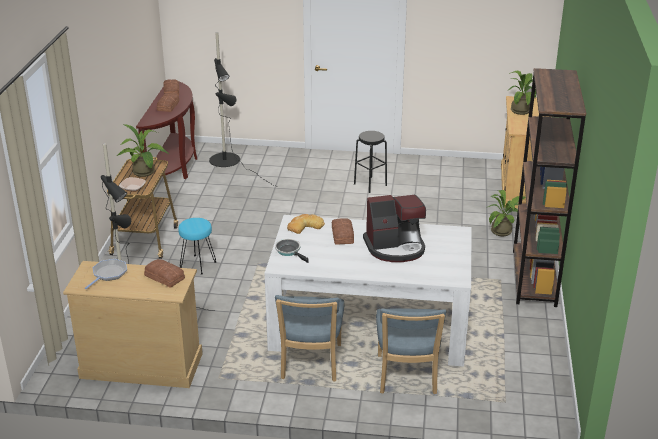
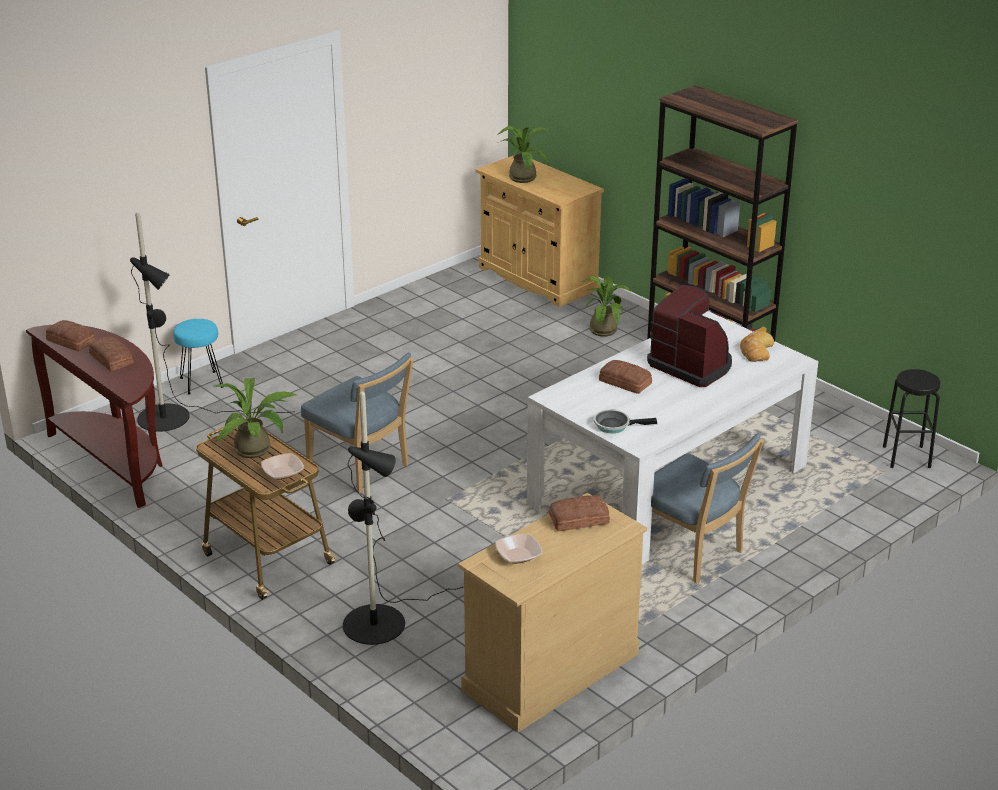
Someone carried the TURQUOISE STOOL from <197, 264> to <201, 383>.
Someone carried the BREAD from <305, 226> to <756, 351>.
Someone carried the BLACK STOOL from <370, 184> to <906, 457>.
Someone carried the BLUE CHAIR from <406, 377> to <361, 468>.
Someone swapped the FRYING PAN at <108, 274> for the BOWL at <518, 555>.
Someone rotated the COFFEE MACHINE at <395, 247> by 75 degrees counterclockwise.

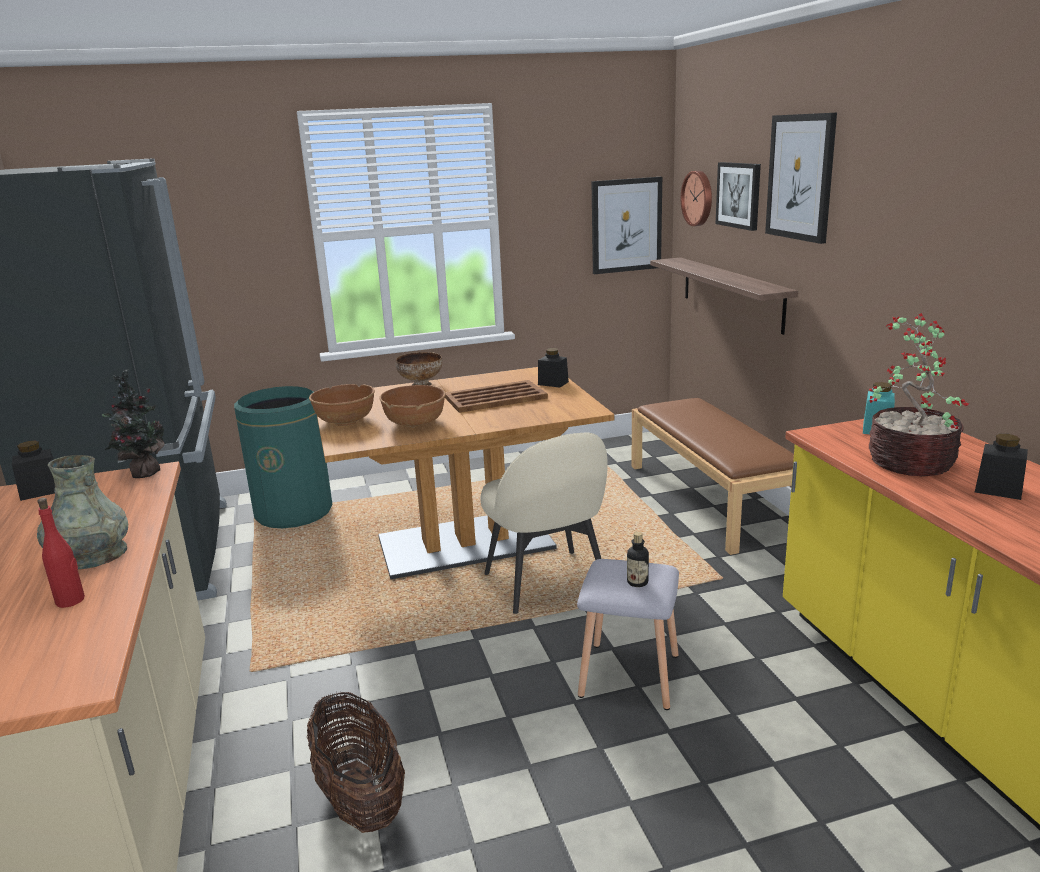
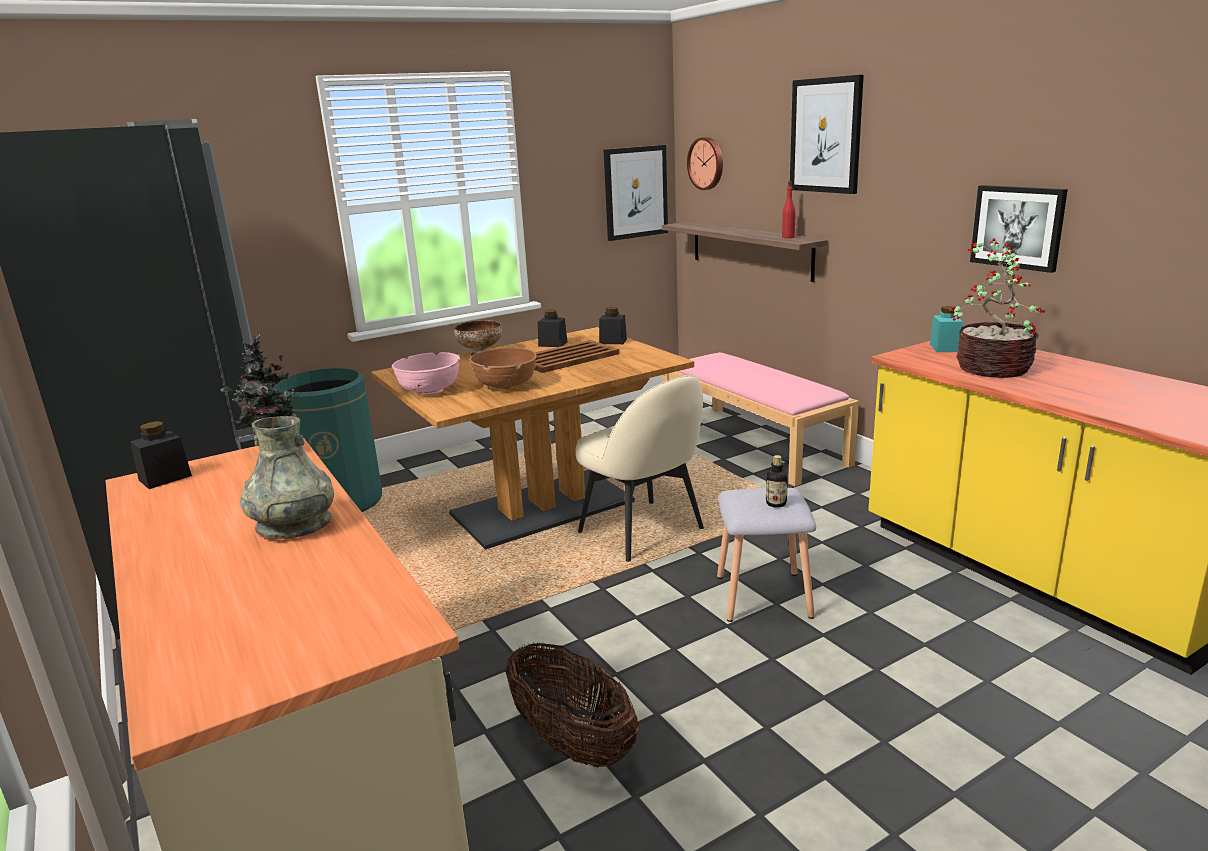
Someone carried the RED BOTTLE from <70, 600> to <788, 237>.
Someone carried the PICTURE from <739, 195> to <1018, 227>.
Someone carried the BLACK JAR from <998, 490> to <553, 344>.
Someone repainted the BROWN BOWL at <345, 421>, which became the PINK BOWL at <429, 390>.
Someone repainted the BROWN BENCH at <712, 499>, which became the PINK BENCH at <753, 443>.

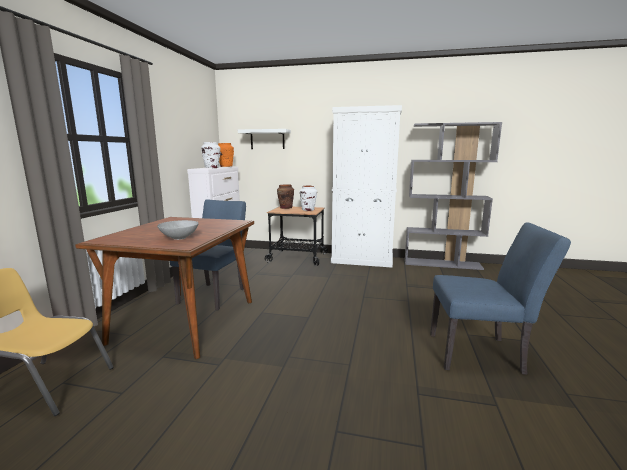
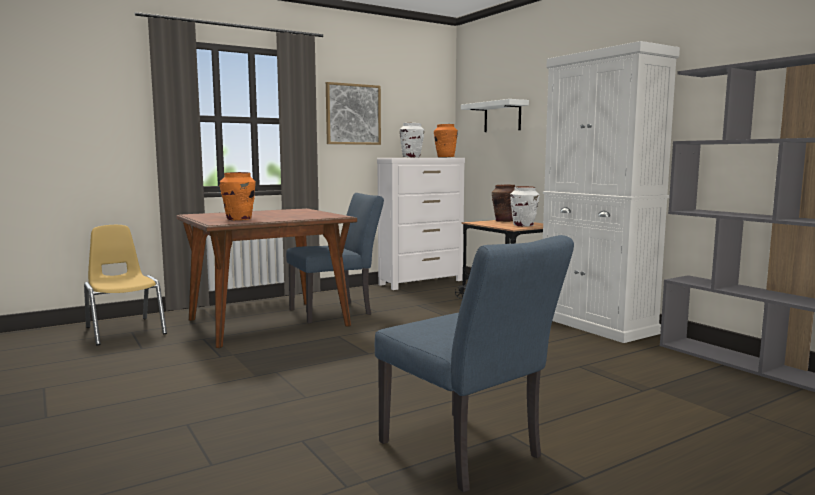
Someone put up the PICTURE at <353, 114>.
Someone swapped the GREY BOWL at <179, 238> for the ORANGE VASE at <239, 219>.

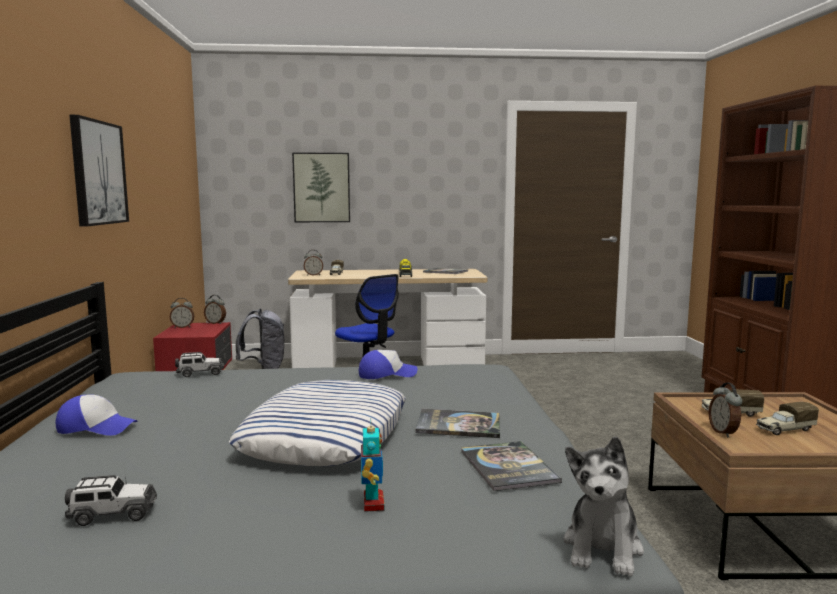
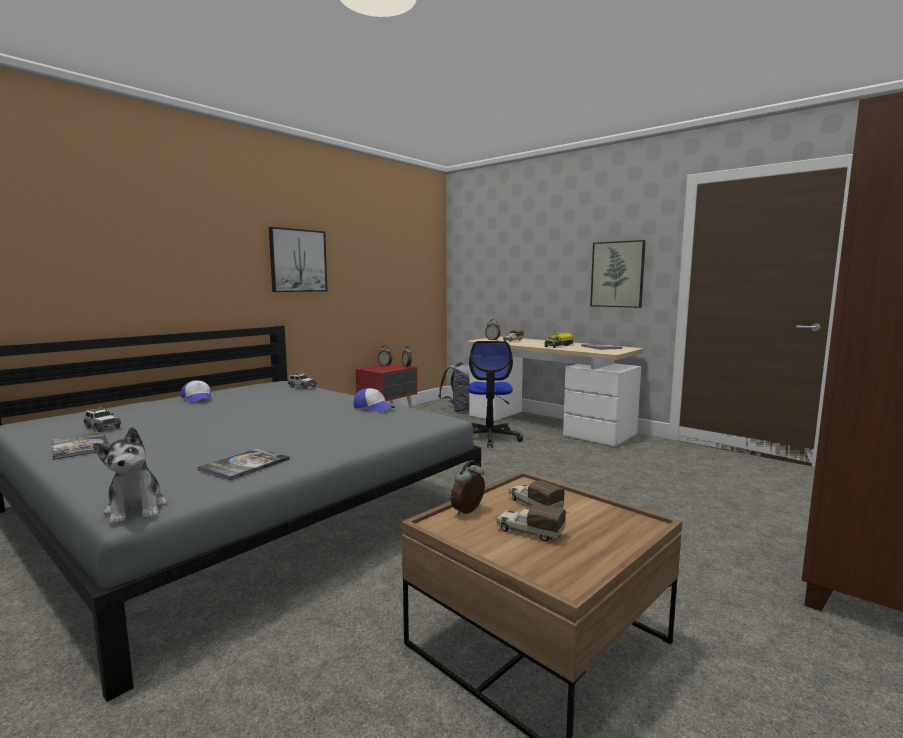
Someone took away the PILLOW at <325, 434>.
Someone took away the TOY ROBOT at <372, 504>.
Someone carried the PICTURE from <321, 187> to <617, 274>.
Someone carried the BOOK from <458, 425> to <80, 446>.
Someone rotated the PLUSH TOY at <603, 548> by 90 degrees counterclockwise.

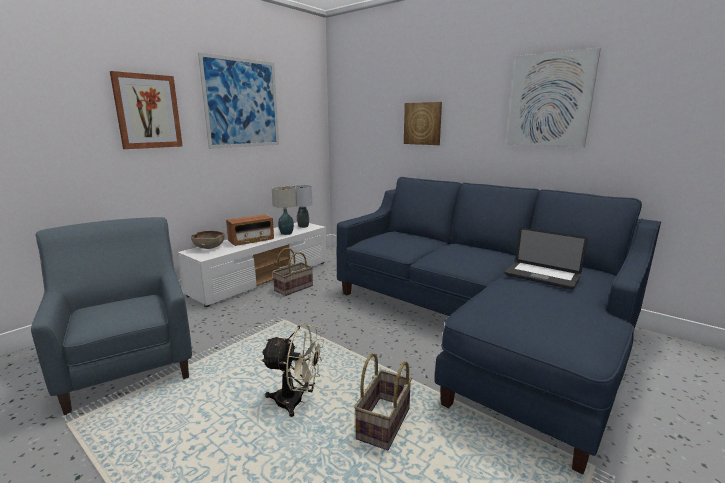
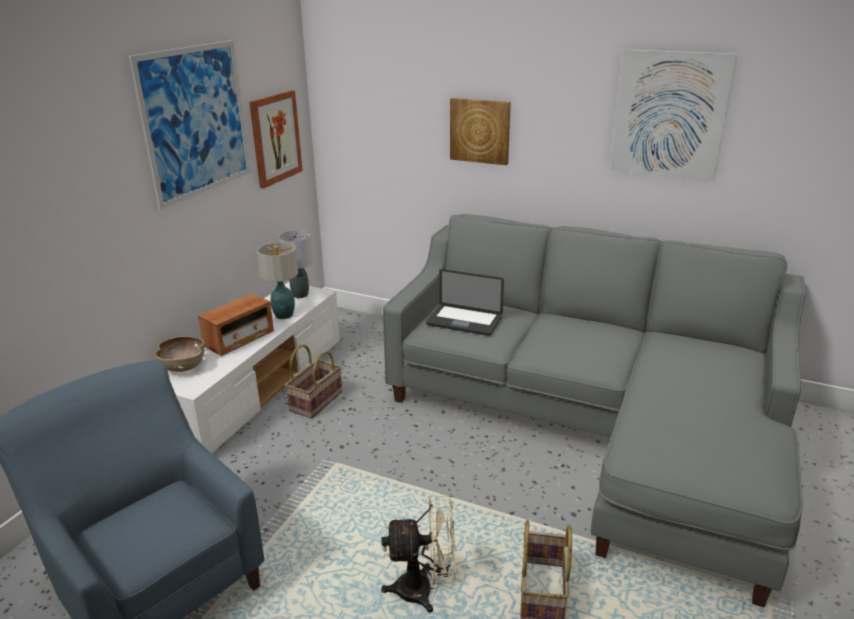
Someone carried the PICTURE from <148, 111> to <275, 138>.
Someone carried the LAPTOP from <541, 276> to <464, 321>.
Someone repainted the BLUE SOFA at <480, 325>, which became the GREY SOFA at <596, 424>.

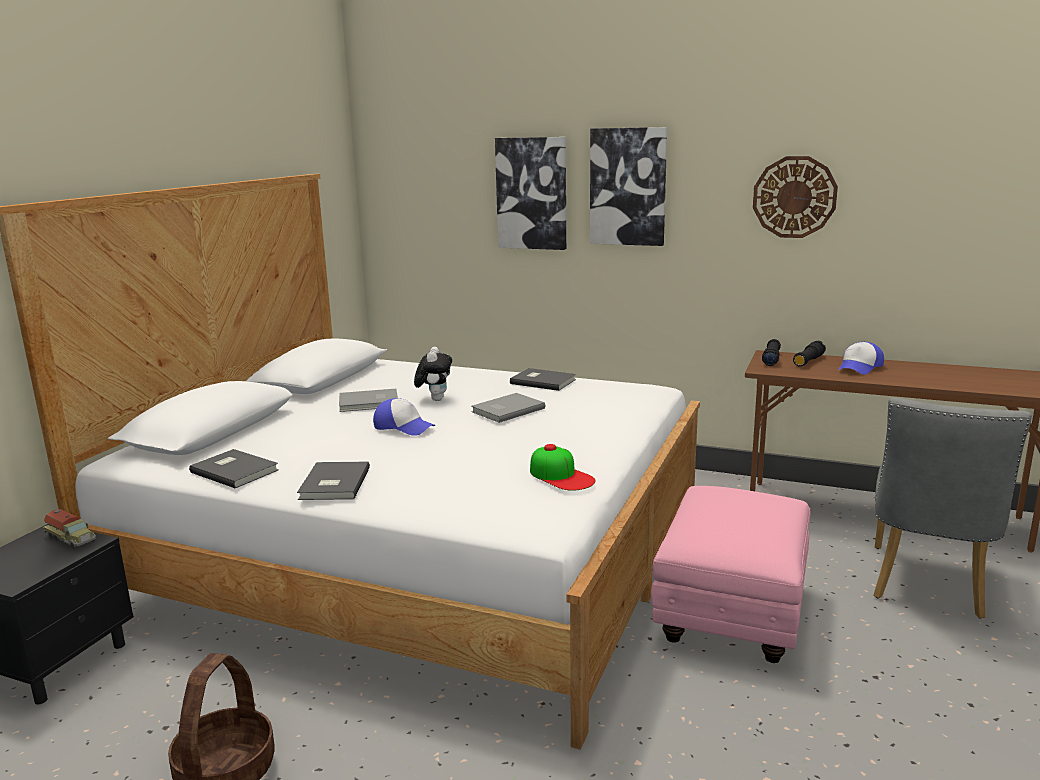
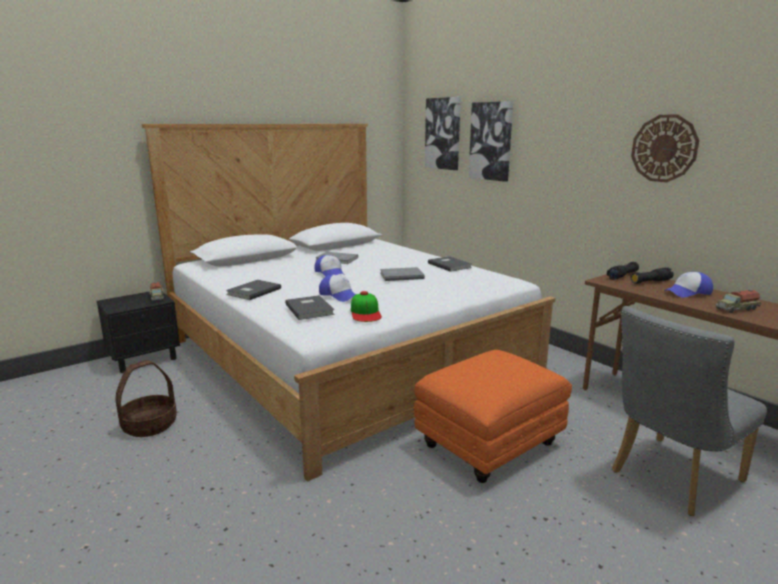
Someone took away the PLUSH TOY at <435, 399>.
Someone put down the CAP at <339, 295>.
Someone put down the TOY TRUCK at <736, 309>.
Someone carried the GREY BOOK from <235, 470> to <310, 309>.
Someone carried the PICTURE from <628, 187> to <443, 133>.
Someone repainted the PINK OTTOMAN at <731, 613>, which became the ORANGE OTTOMAN at <490, 444>.

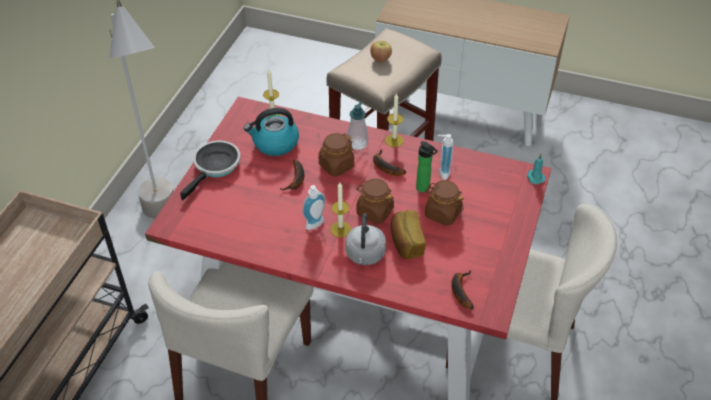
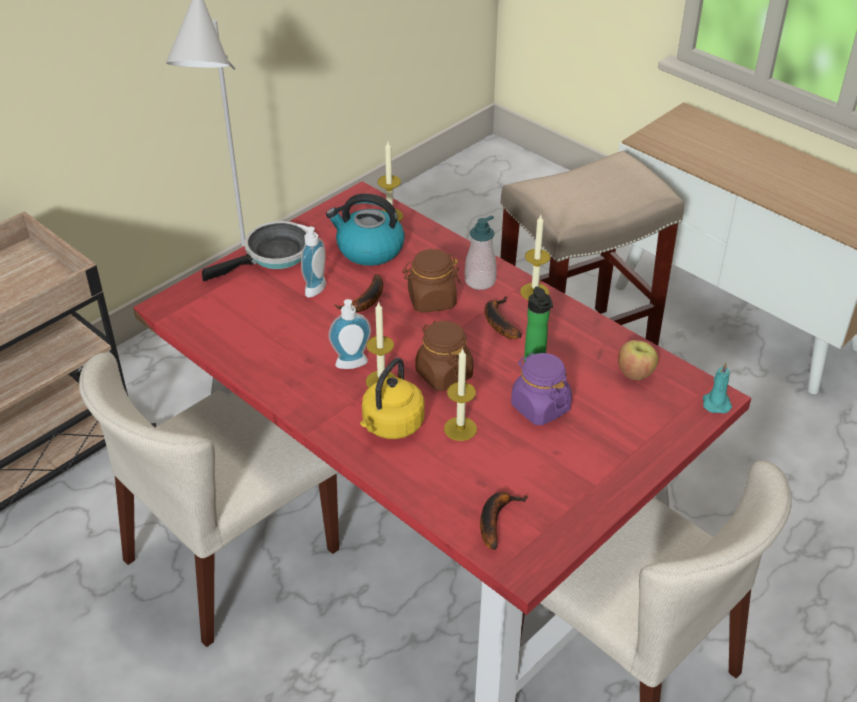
Someone carried the APPLE from <381, 59> to <635, 373>.
Someone carried the SOAP DISPENSER from <442, 172> to <312, 288>.
Someone swapped the BREAD at <406, 243> for the CANDLE at <460, 429>.
Someone repainted the GREY KETTLE at <365, 255>, which became the YELLOW KETTLE at <391, 426>.
Someone repainted the BROWN JAR at <442, 213>, which became the PURPLE JAR at <540, 407>.

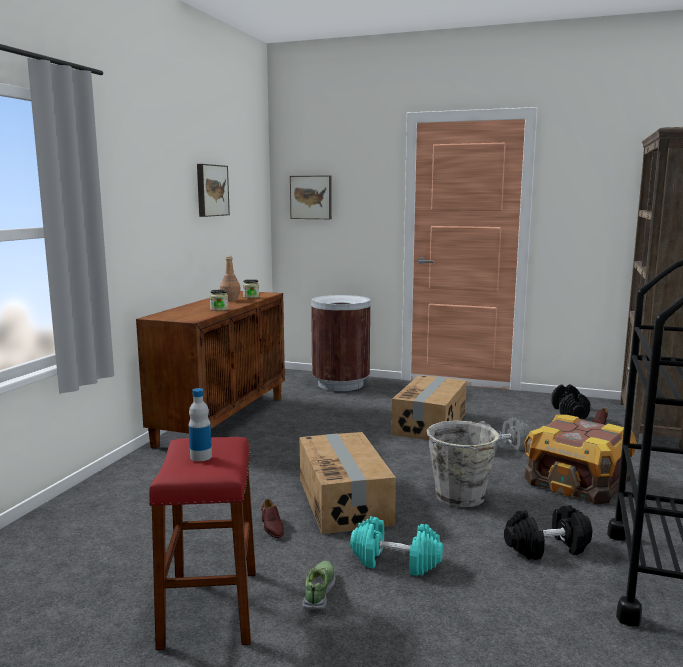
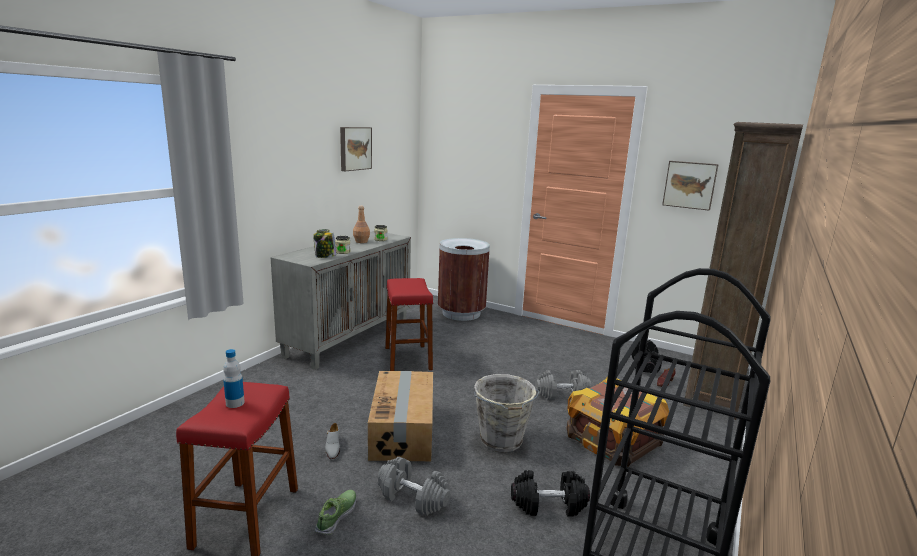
Someone took away the CARDBOARD BOX at <430, 424>.
Someone put down the JAR at <325, 256>.
Someone put down the RED STOOL at <408, 358>.
Someone carried the PICTURE from <311, 197> to <689, 185>.
Someone repainted the BROWN CABINET at <222, 420>, which became the GREY CABINET at <349, 338>.
Someone repainted the BROWN SHOE at <272, 527>, which became the GREY SHOE at <332, 448>.
Someone repainted the TURQUOISE DUMBBELL at <395, 562>, which became the GREY DUMBBELL at <412, 497>.

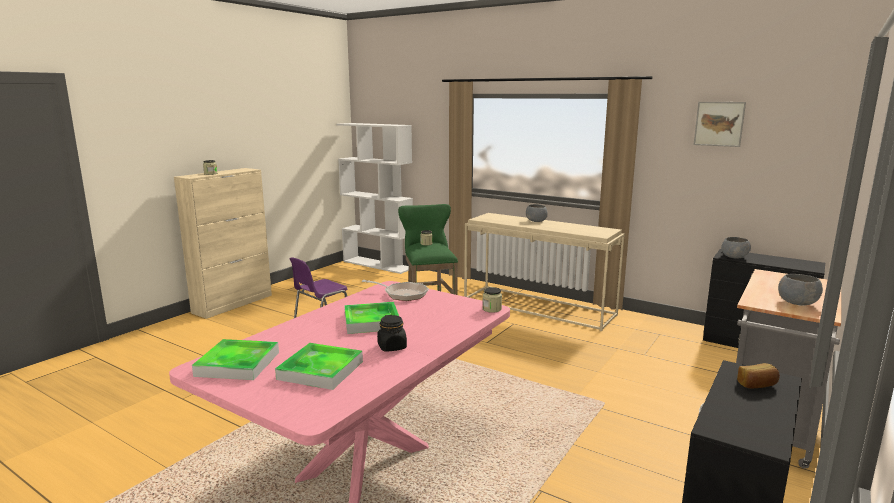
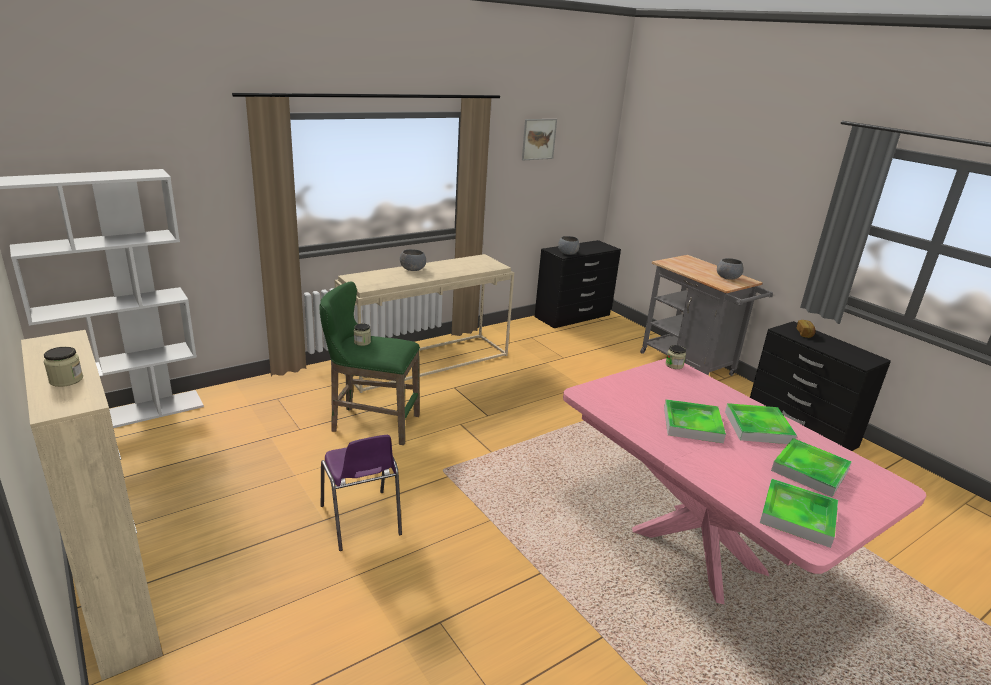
Someone took away the FRYING PAN at <402, 294>.
Someone swapped the BLACK JAR at <392, 347> for the TRAY at <758, 427>.

